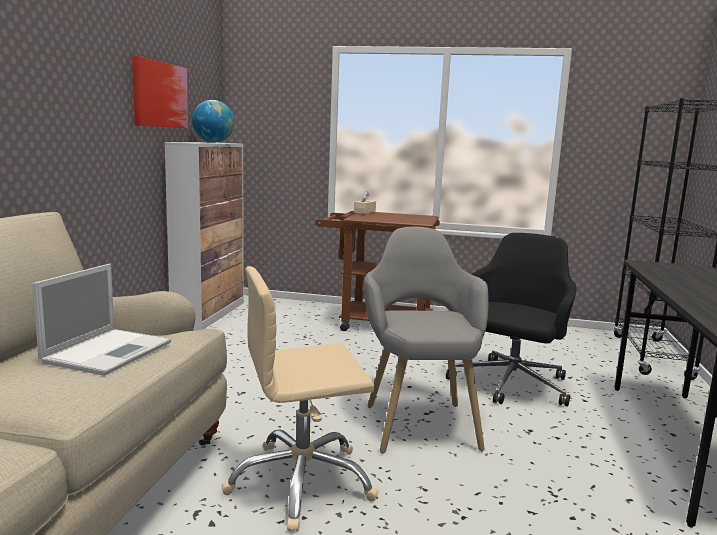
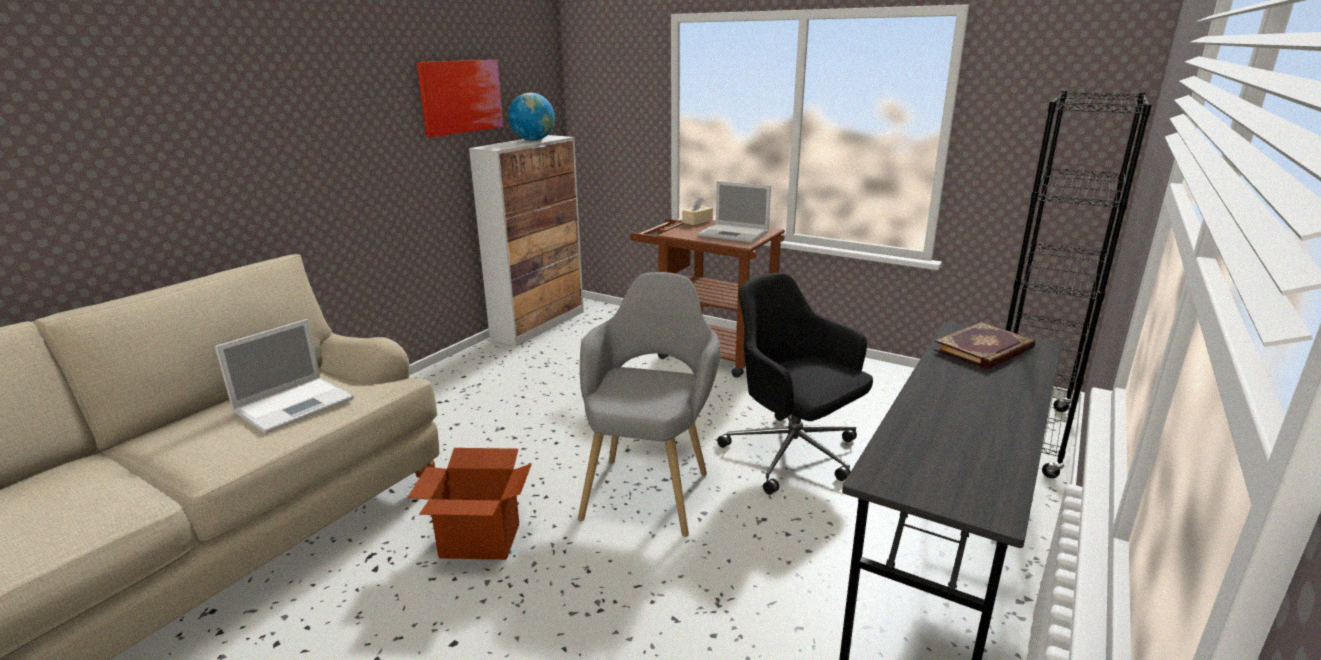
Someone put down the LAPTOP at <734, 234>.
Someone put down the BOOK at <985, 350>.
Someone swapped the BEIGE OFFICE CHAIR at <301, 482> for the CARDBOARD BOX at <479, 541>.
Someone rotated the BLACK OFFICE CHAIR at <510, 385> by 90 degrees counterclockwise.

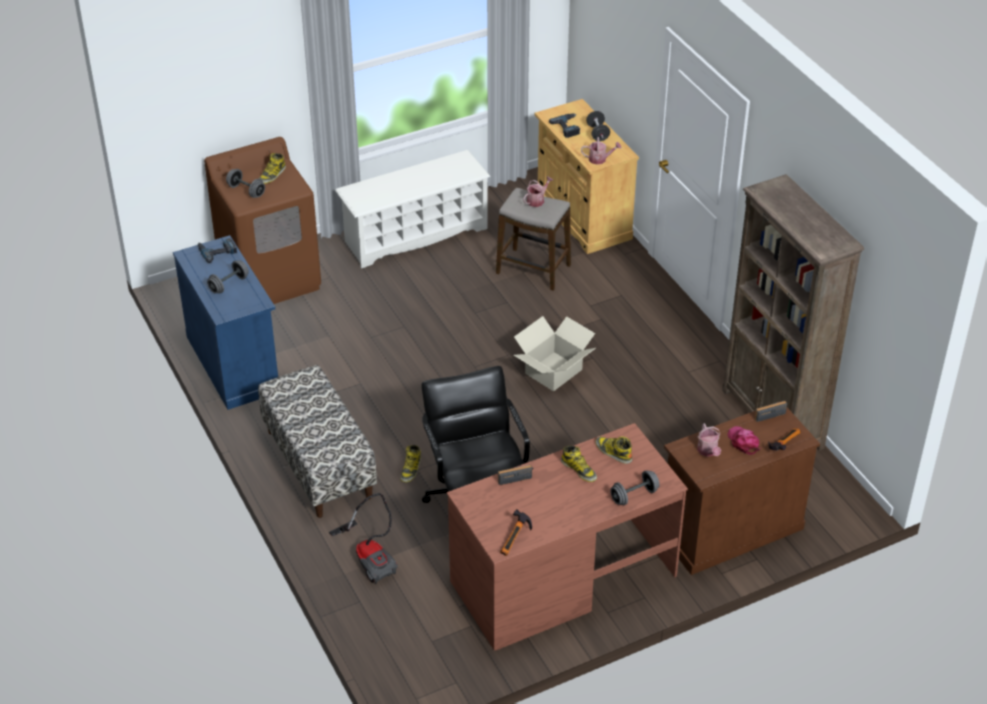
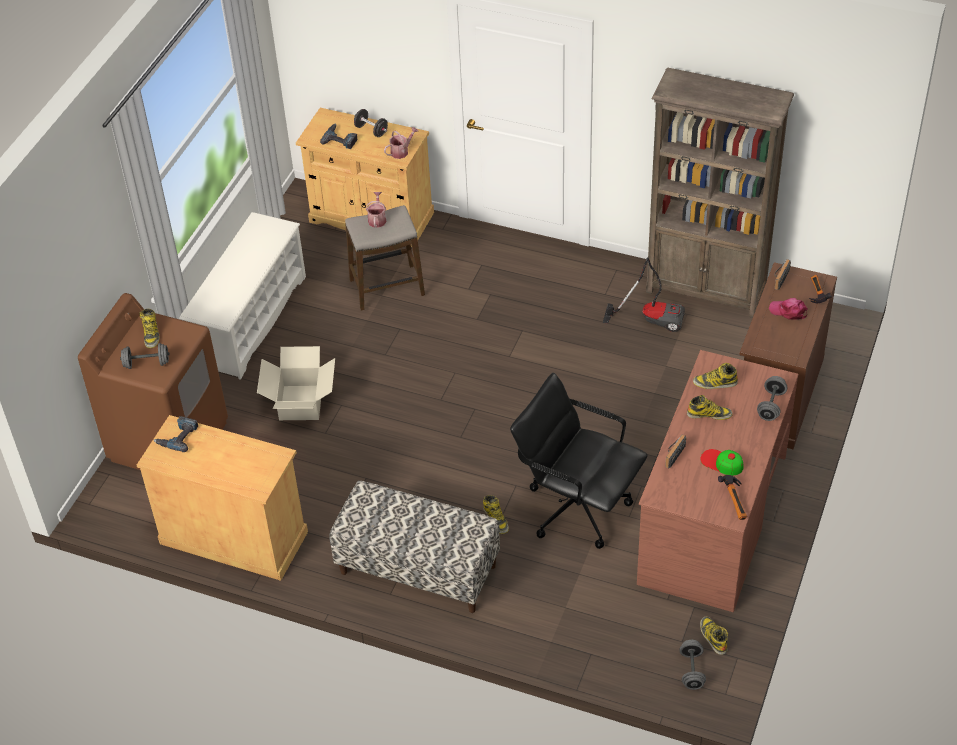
Someone took away the WATERING CAN at <708, 451>.
Someone put down the CAP at <722, 462>.
Someone put down the BOOT at <713, 637>.
Someone carried the GREY DUMBBELL from <229, 284> to <691, 671>.
Someone carried the VACUUM CLEANER from <371, 557> to <652, 318>.
Someone carried the CARDBOARD BOX from <554, 371> to <301, 402>.
Someone repainted the BLUE CABINET at <234, 363>, which became the BEIGE CABINET at <234, 537>.

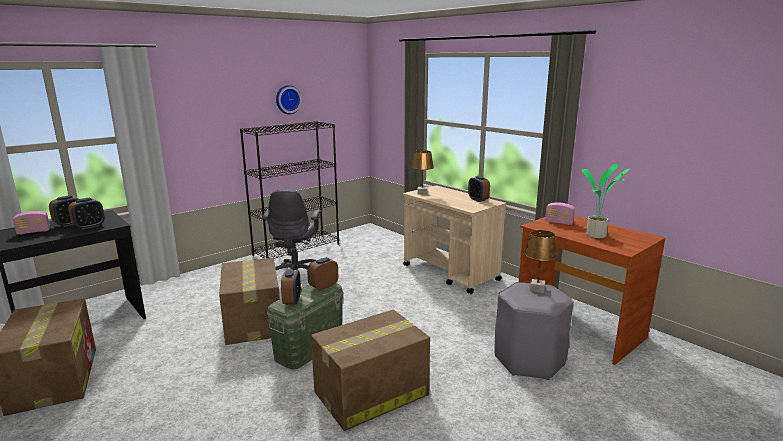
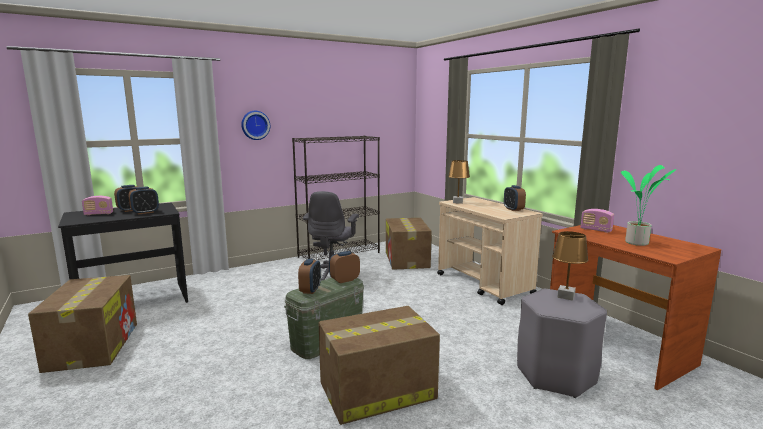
Someone carried the CARDBOARD BOX from <253, 322> to <407, 260>.
Someone carried the WALL CLOCK from <287, 99> to <255, 125>.

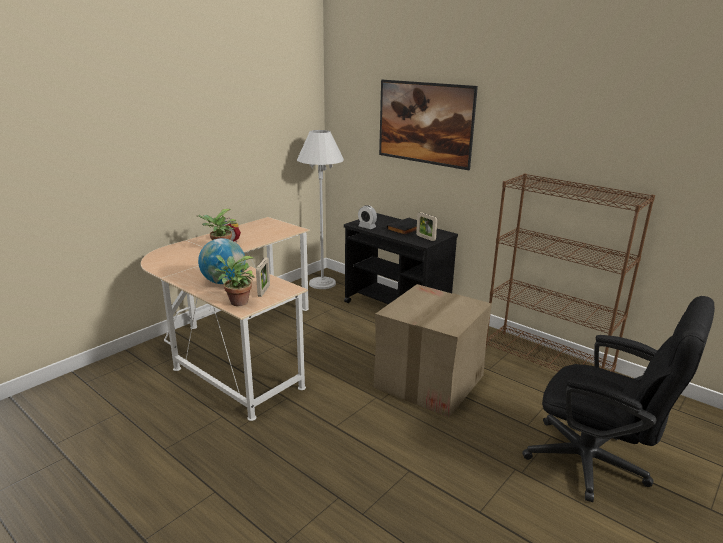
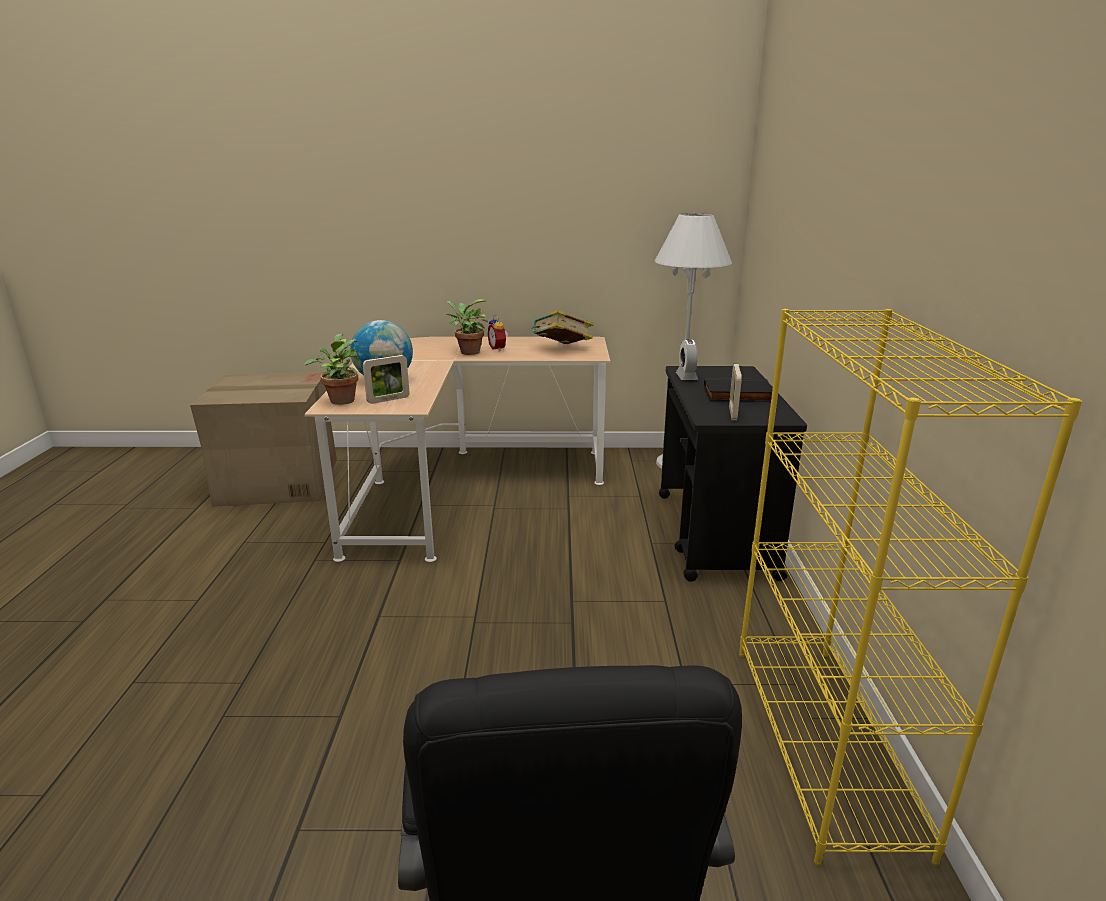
Someone took away the PICTURE at <423, 142>.
Someone put down the BOOK at <562, 349>.
Someone carried the CARDBOARD BOX from <428, 382> to <277, 481>.
Someone repainted the BROWN BOOKCASE at <547, 360>, which became the YELLOW BOOKCASE at <823, 742>.

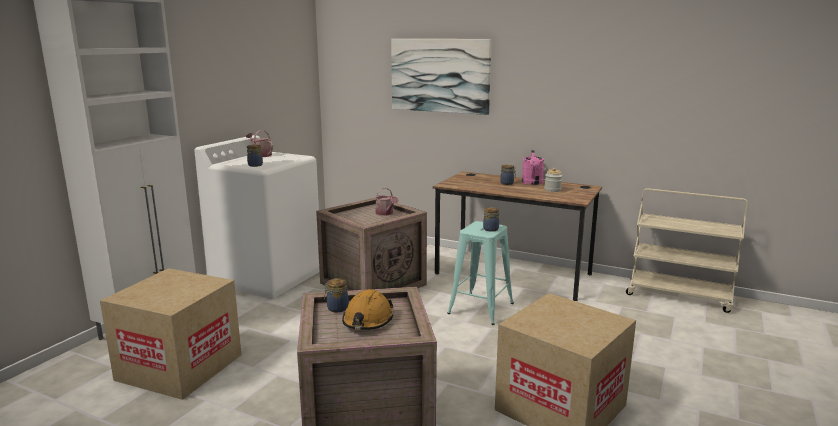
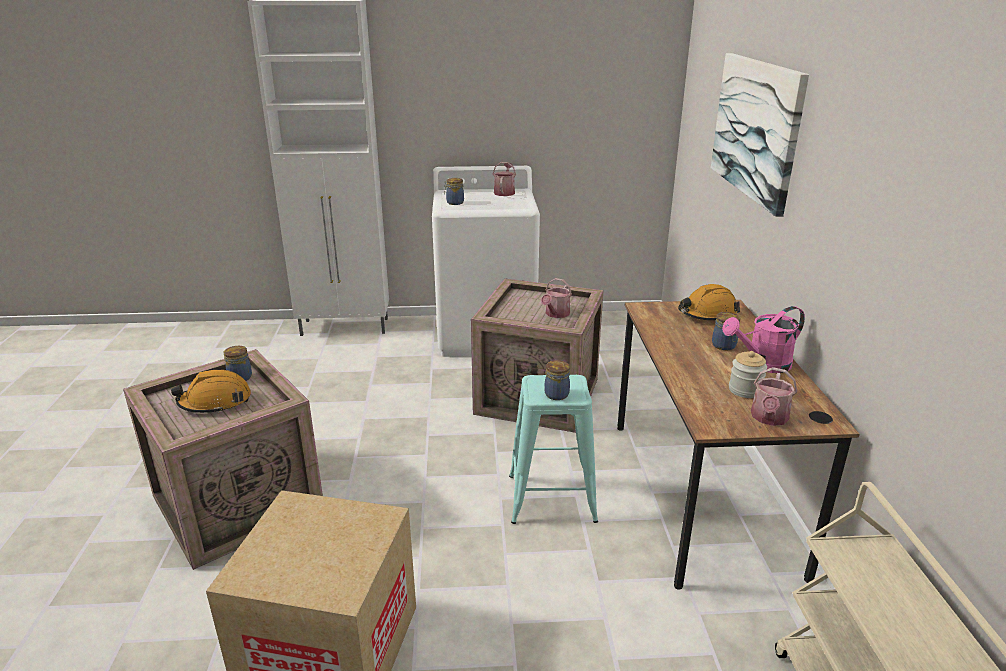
Someone took away the CARDBOARD BOX at <180, 367>.
Someone put down the ORANGE HARD HAT at <707, 314>.
Someone put down the WATERING CAN at <768, 418>.

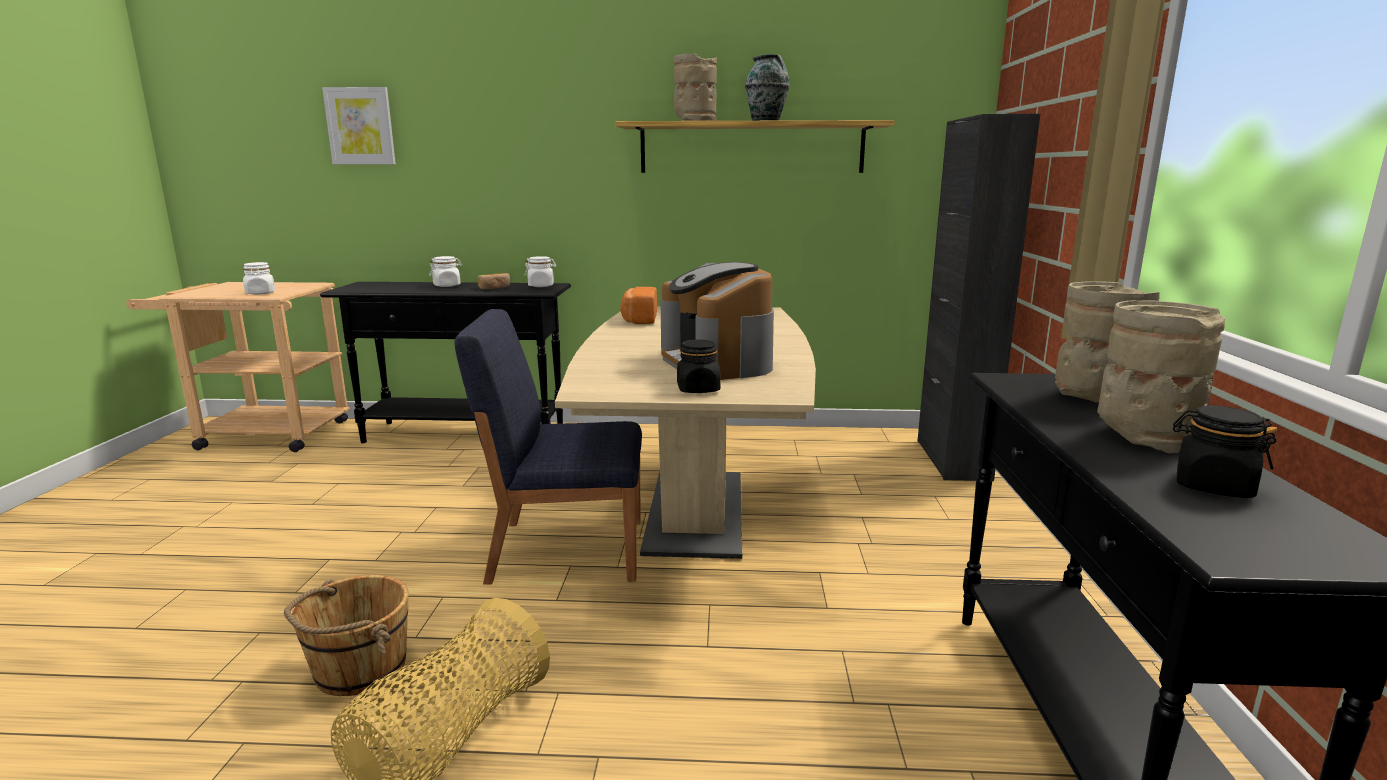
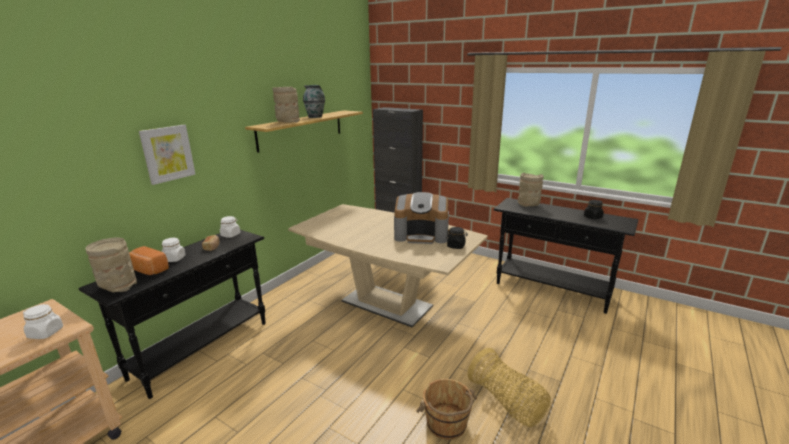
Someone took away the BLUE CHAIR at <565, 549>.
Someone carried the PICTURE from <360, 126> to <167, 153>.
Someone carried the BREAD from <639, 319> to <148, 270>.
Someone carried the BEIGE VASE from <1144, 436> to <118, 286>.

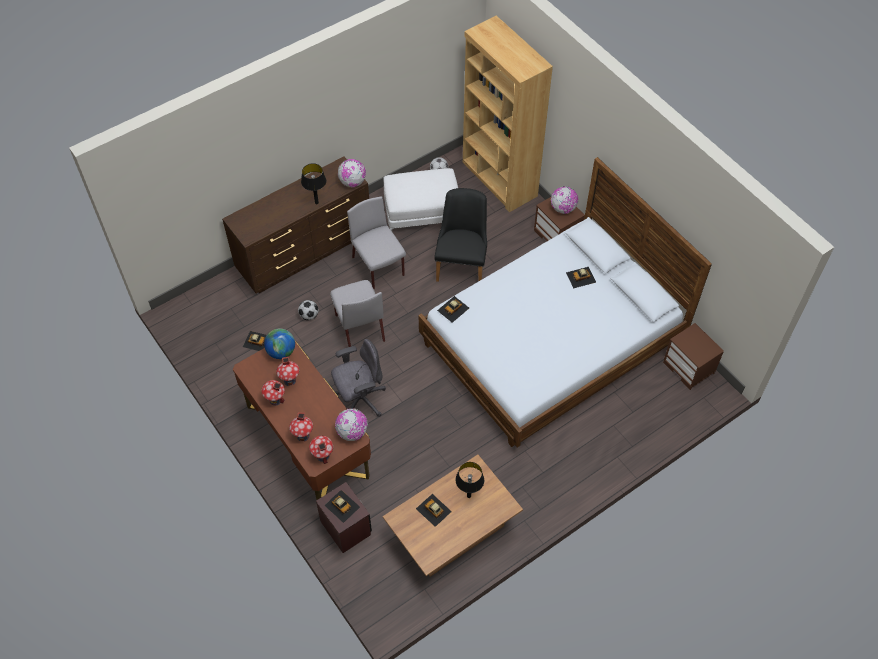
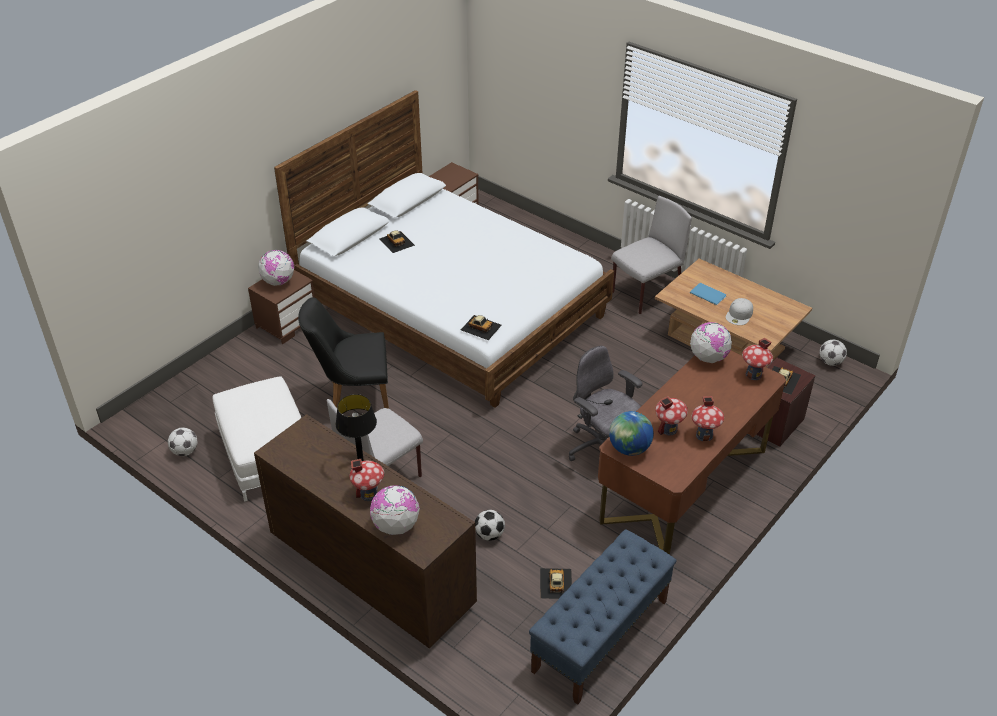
Someone took away the BROWN BOOKCASE at <499, 179>.
Someone put down the BLUE BENCH at <600, 636>.
Someone put down the FOOTBALL at <830, 362>.
Someone carried the TOY HOUSE from <303, 436> to <369, 494>.
Someone carried the GREY CHAIR from <359, 327> to <645, 293>.
Someone carried the GLOBE from <352, 182> to <395, 526>.
Someone swapped the TOY CAR at <433, 510> for the WHITE CAP at <739, 315>.
Someone swapped the BLACK TABLE LAMP at <469, 496> for the BLUE BOOK at <707, 294>.

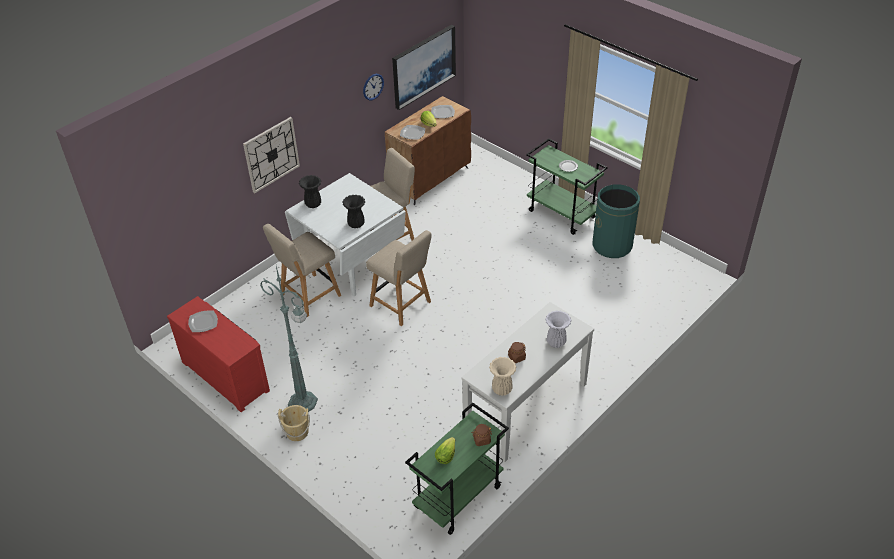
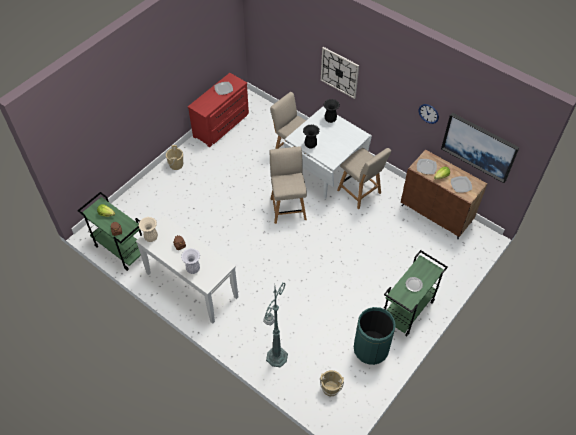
Someone put down the BEIGE BUCKET at <330, 388>.
Someone carried the GREEN FLOOR LAMP from <304, 403> to <276, 358>.
Someone rotated the BEIGE CHAIR at <402, 305> by 135 degrees clockwise.

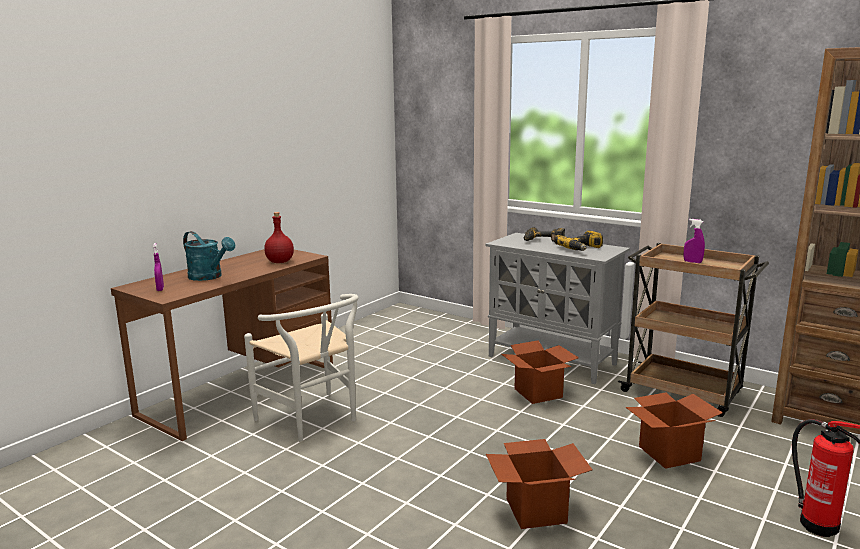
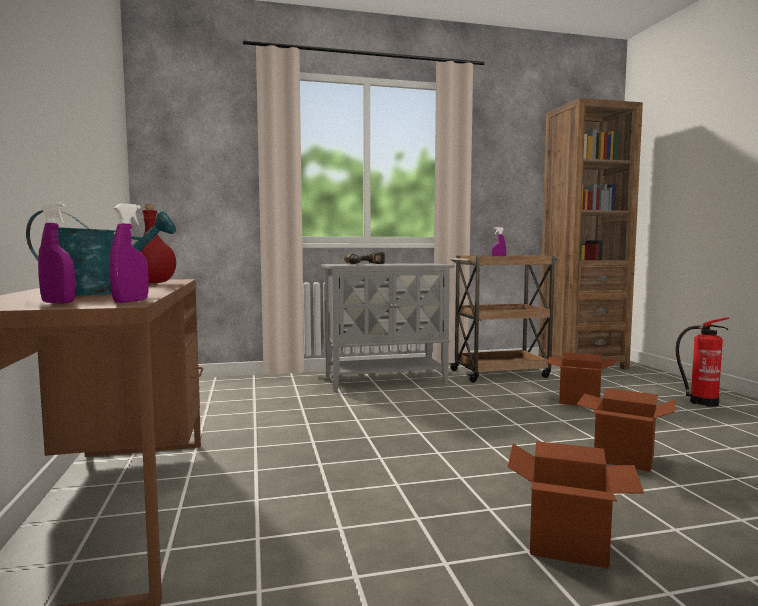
Someone took away the WHITE CHAIR at <313, 420>.
Someone took away the POWER DRILL at <582, 249>.
Someone put down the PURPLE SPRAY BOTTLE at <131, 301>.
Someone carried the CARDBOARD BOX from <538, 393> to <567, 543>.

